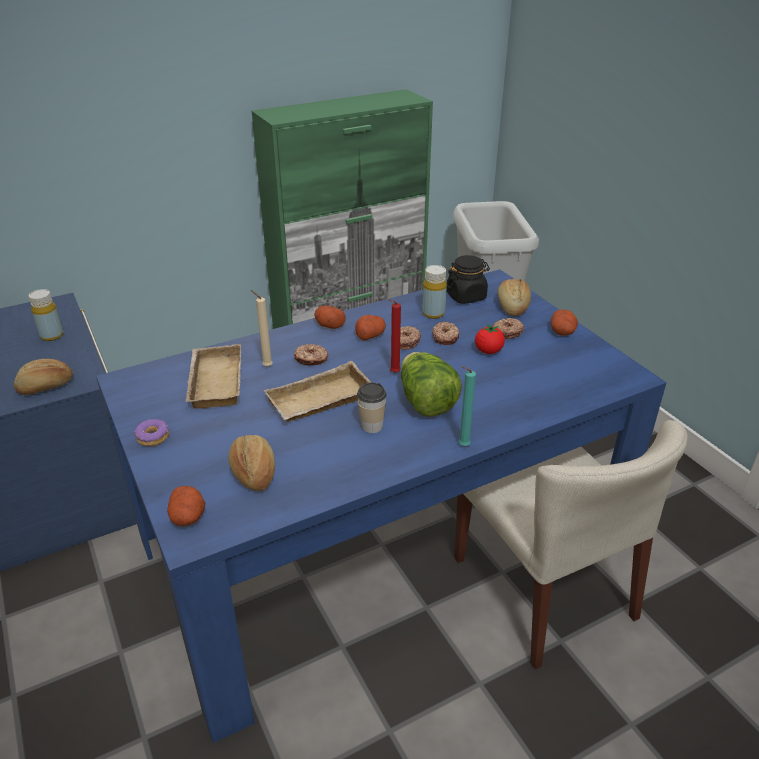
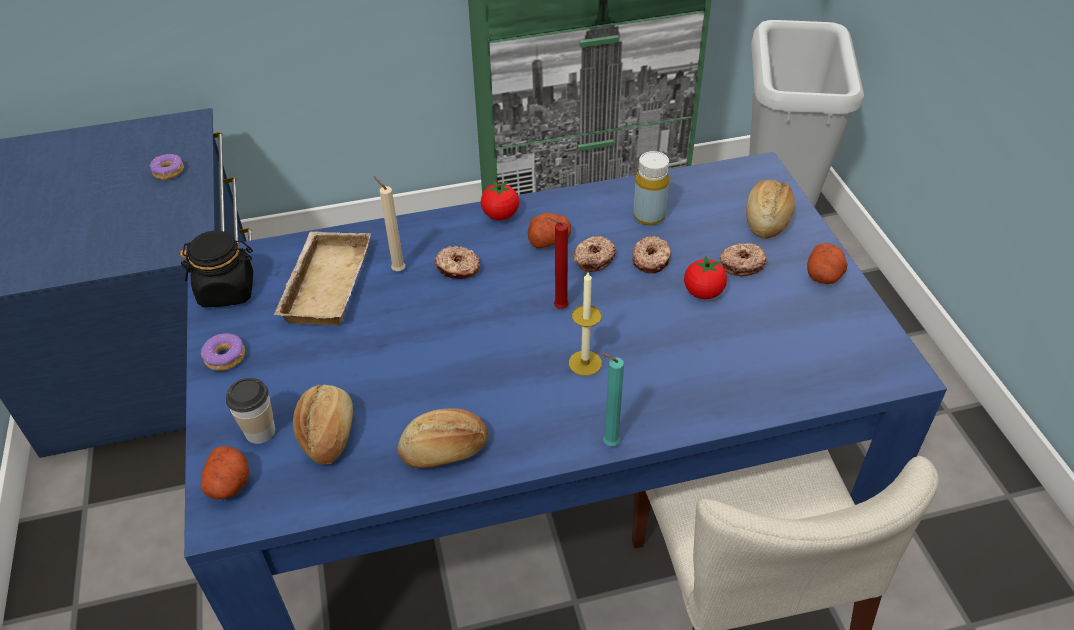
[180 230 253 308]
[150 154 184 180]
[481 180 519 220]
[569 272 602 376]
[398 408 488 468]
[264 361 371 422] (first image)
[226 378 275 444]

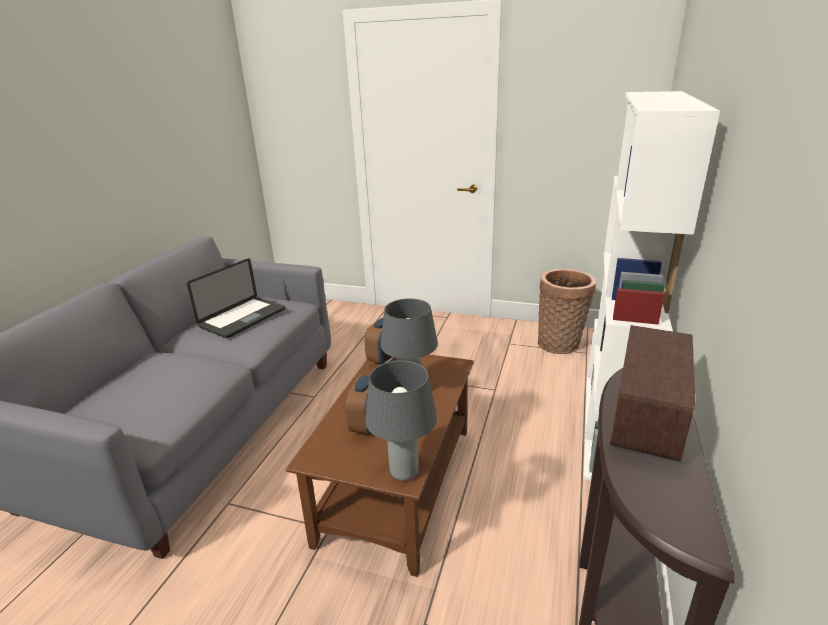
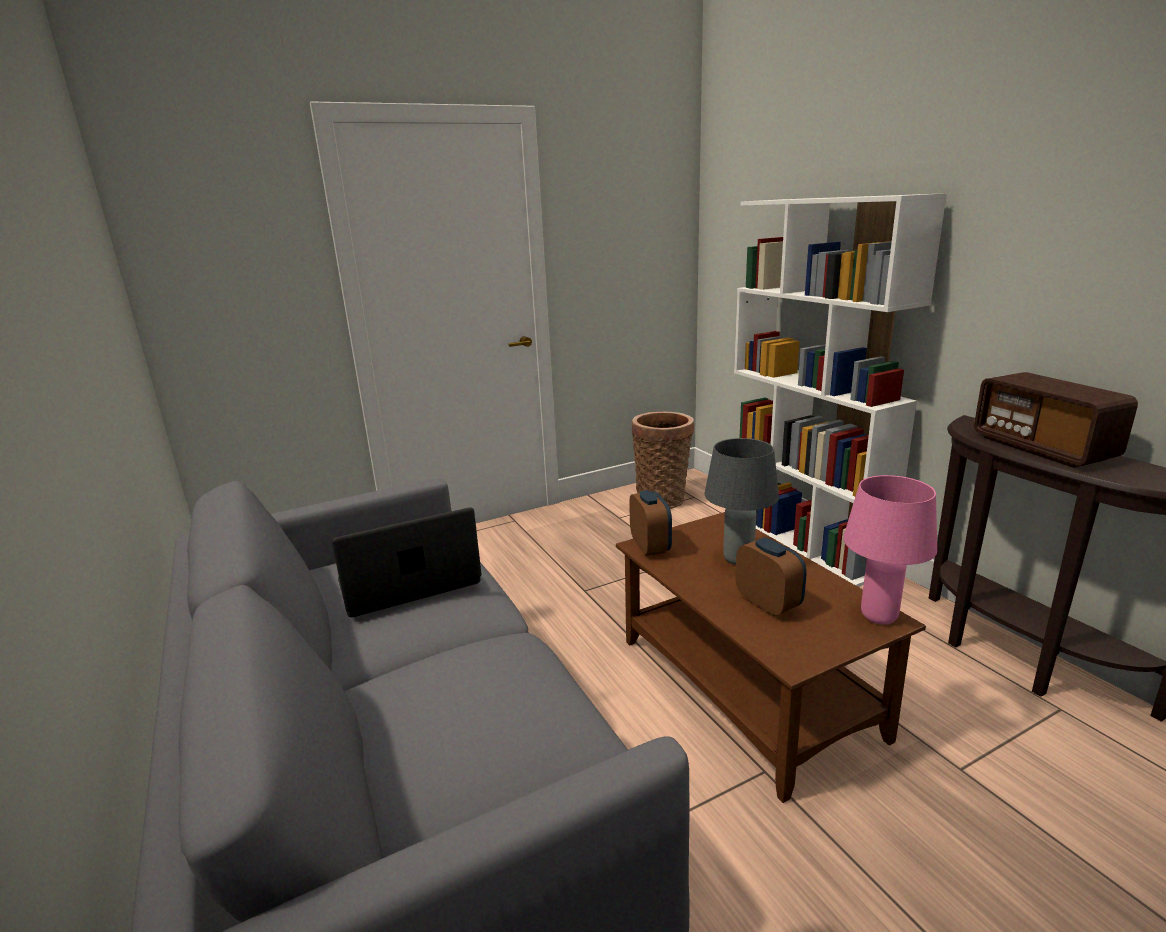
[332 507 481 617]
[843 475 937 625]

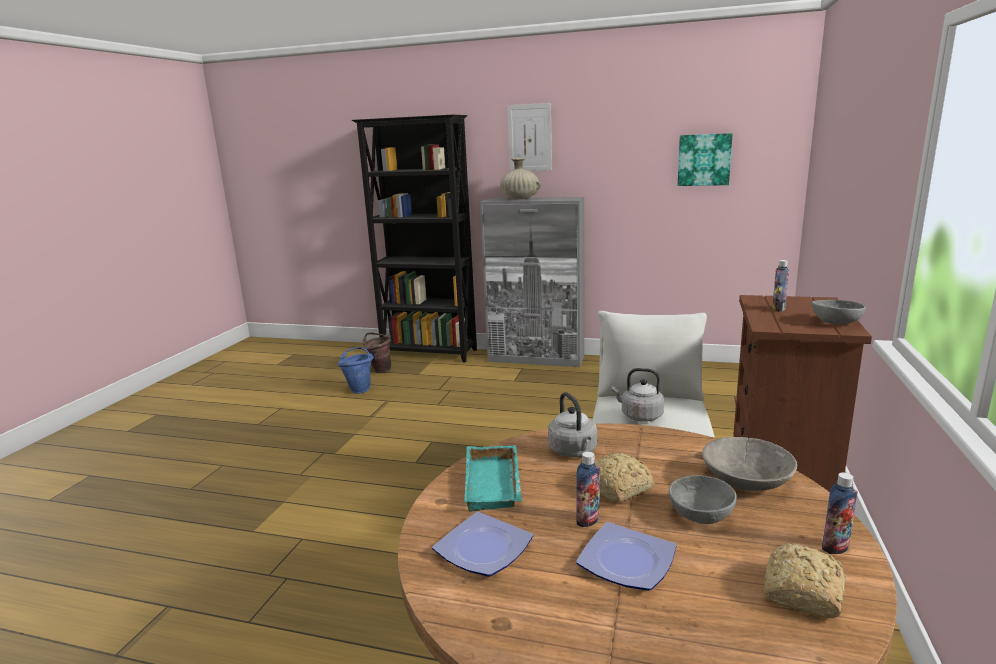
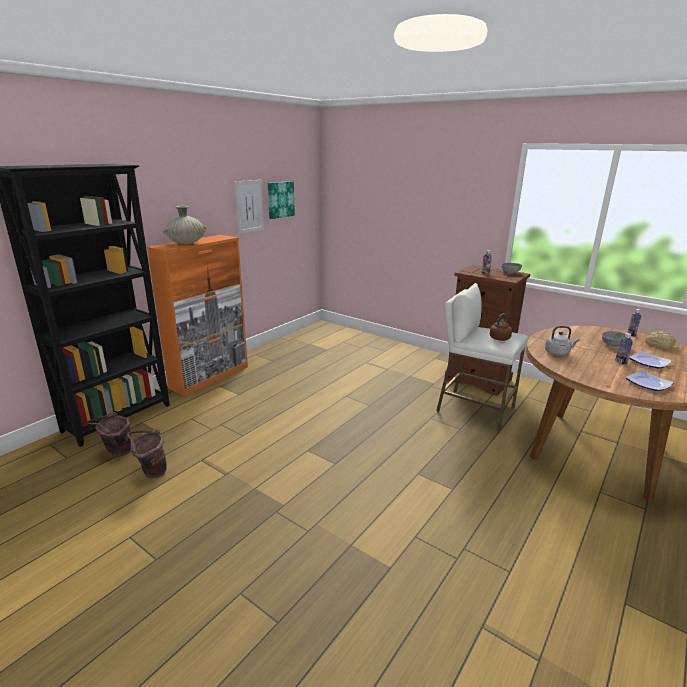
[235 180 264 234]
[147 235 248 396]
[127 429 167 478]
[490 313 512 341]
[702 437 797 491] (first image)
[464 445 522 512] (first image)
[595 452 654 503] (first image)

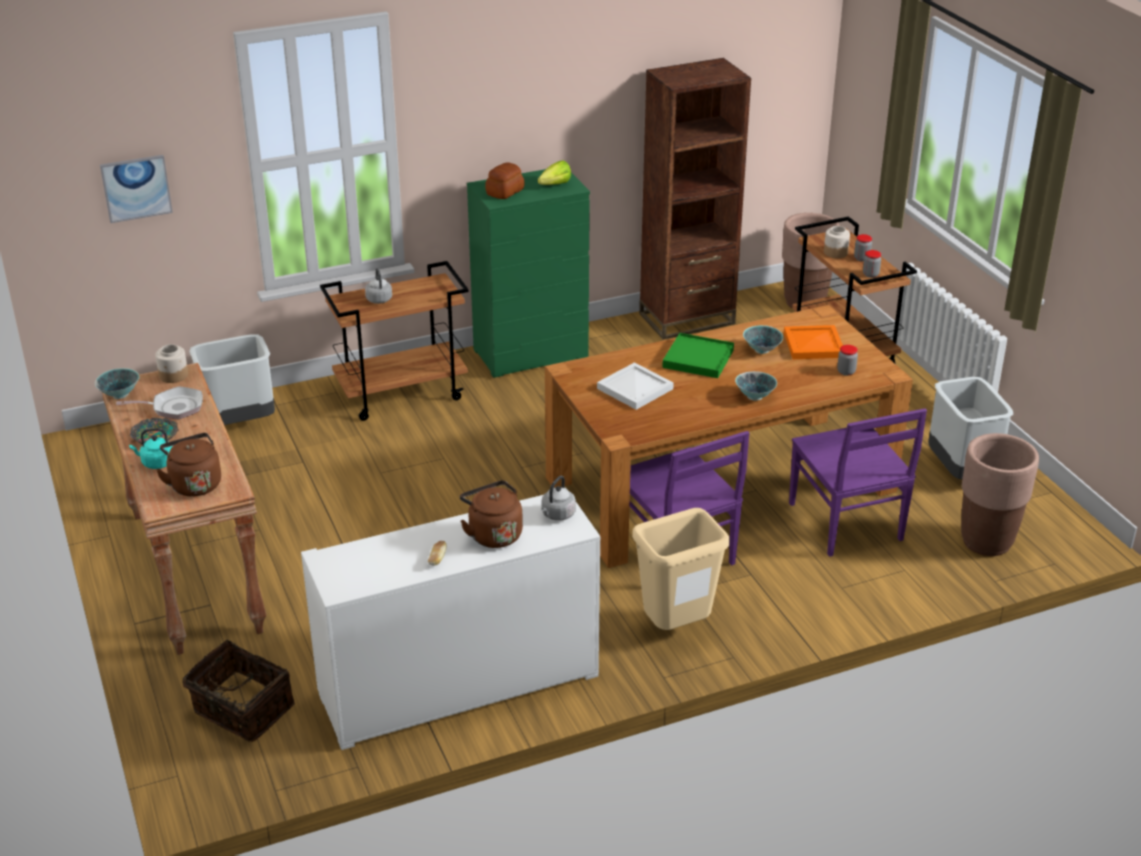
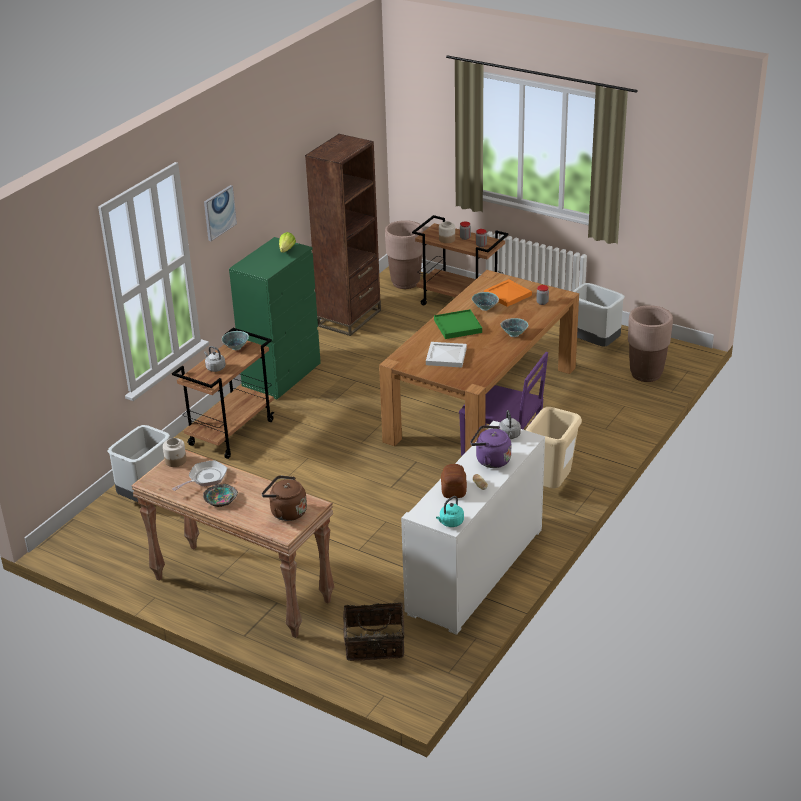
[204 185 237 241]
[441 464 467 498]
[222 331 249 350]
[789 408 927 557] (first image)
[436 496 464 527]
[470 425 511 468]

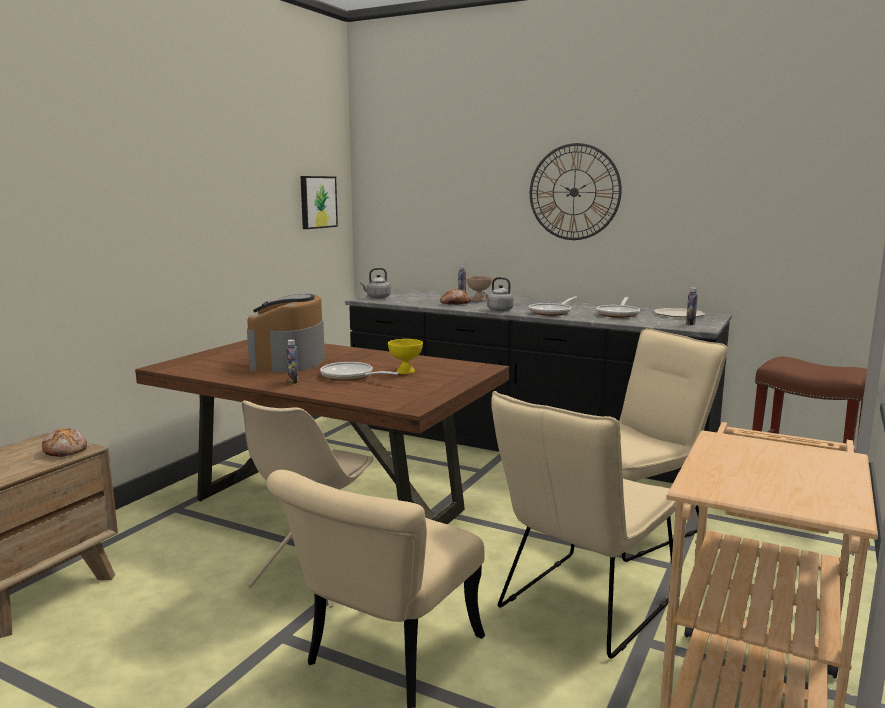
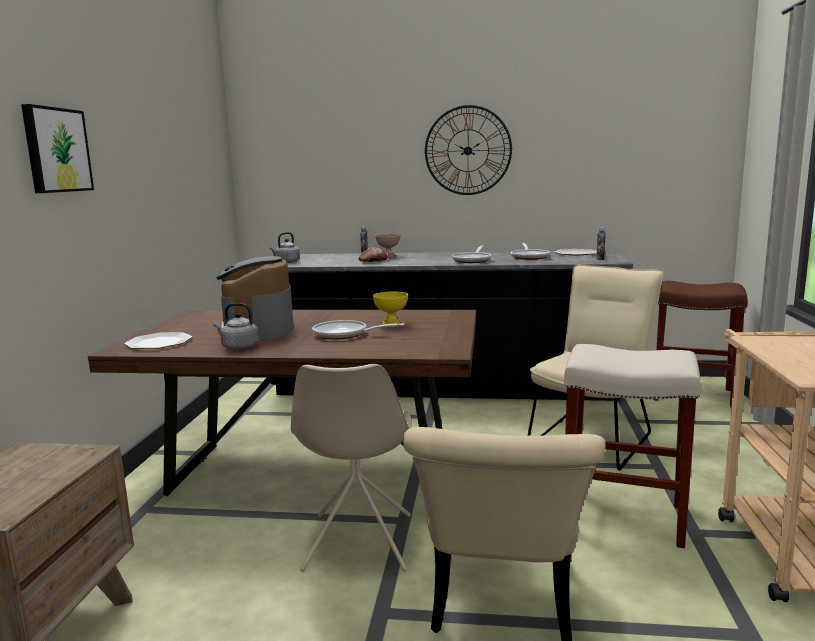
[21 104 94 193]
[213 303 259 350]
[286 339 298 384] (first image)
[564 344 700 548]
[42 428 87 457] (first image)
[124 332 192 349]

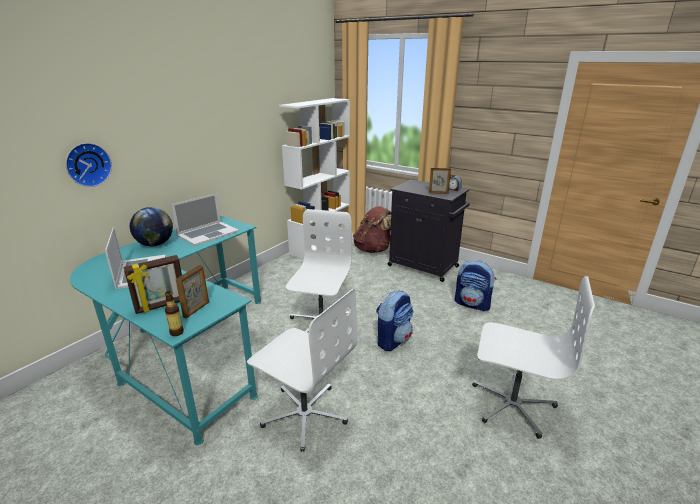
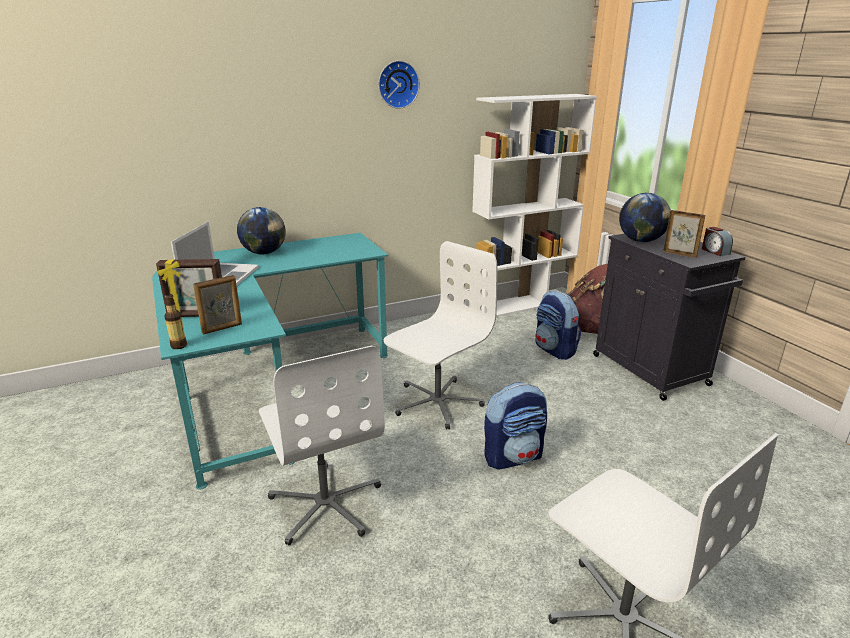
[378 60 420 109]
[171 193 239 246] (first image)
[535 291 581 360]
[619 193 671 242]

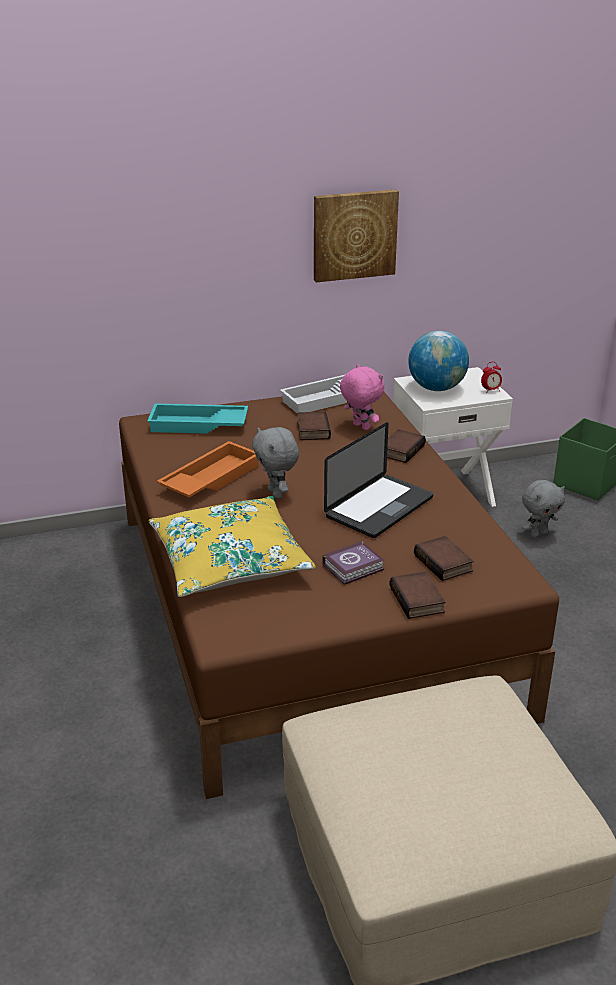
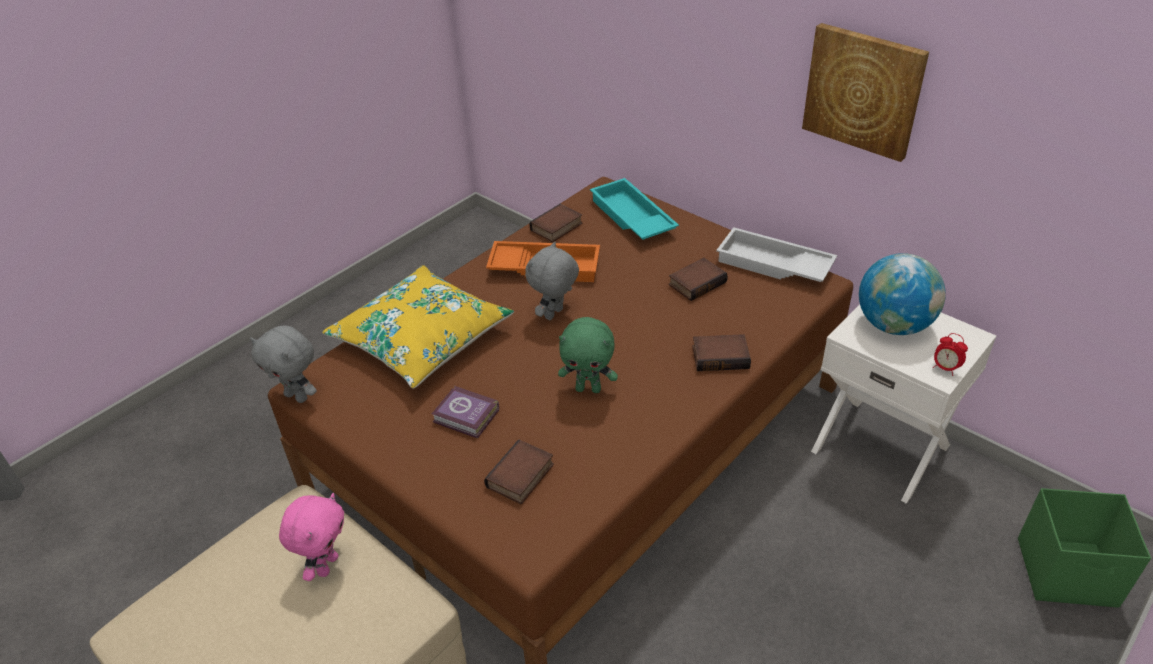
[279 493 344 581]
[558 317 618 393]
[250 326 317 403]
[530 204 582 242]

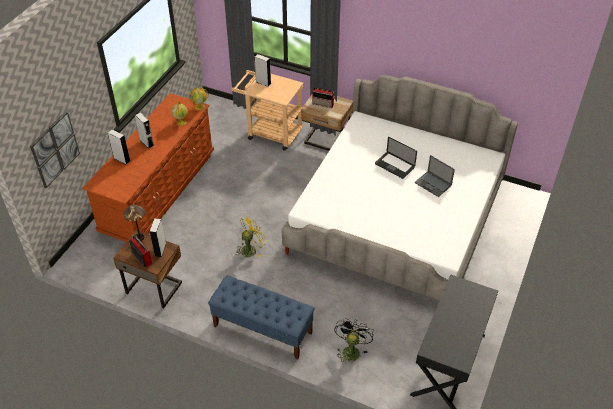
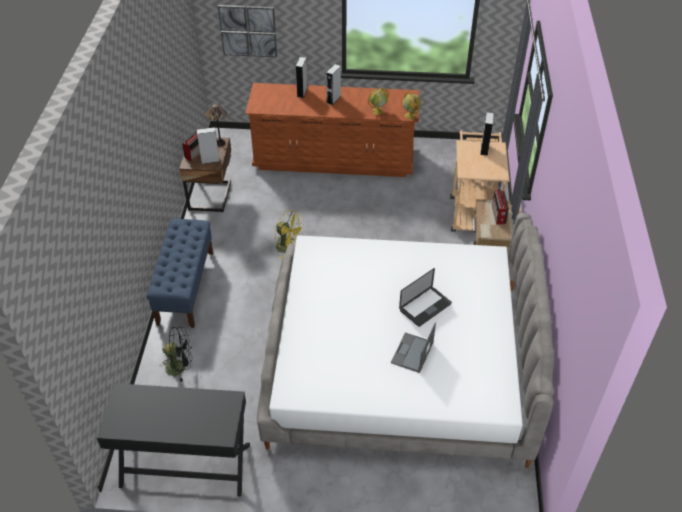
[399 268 452 327]

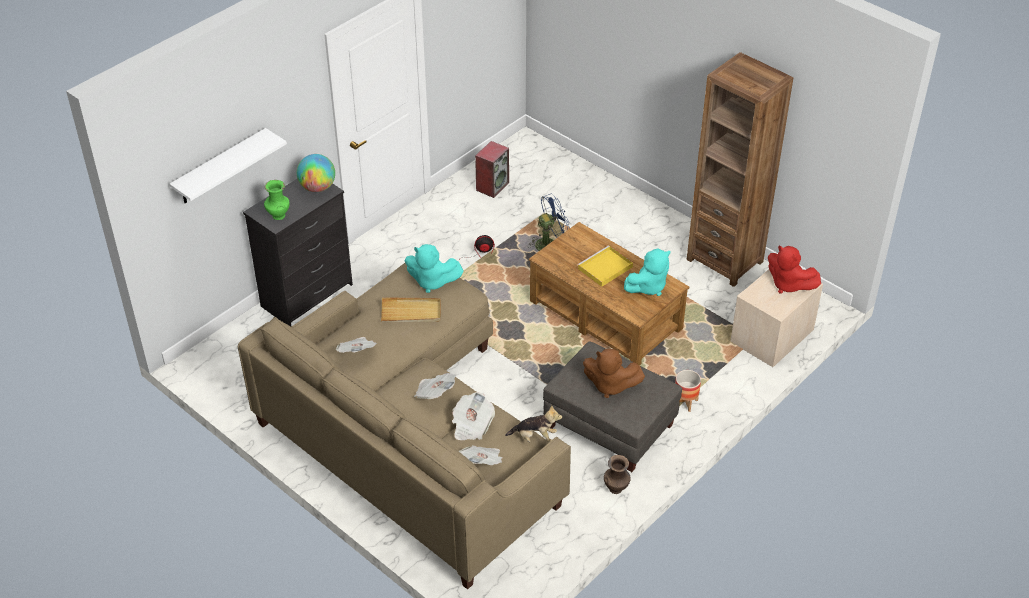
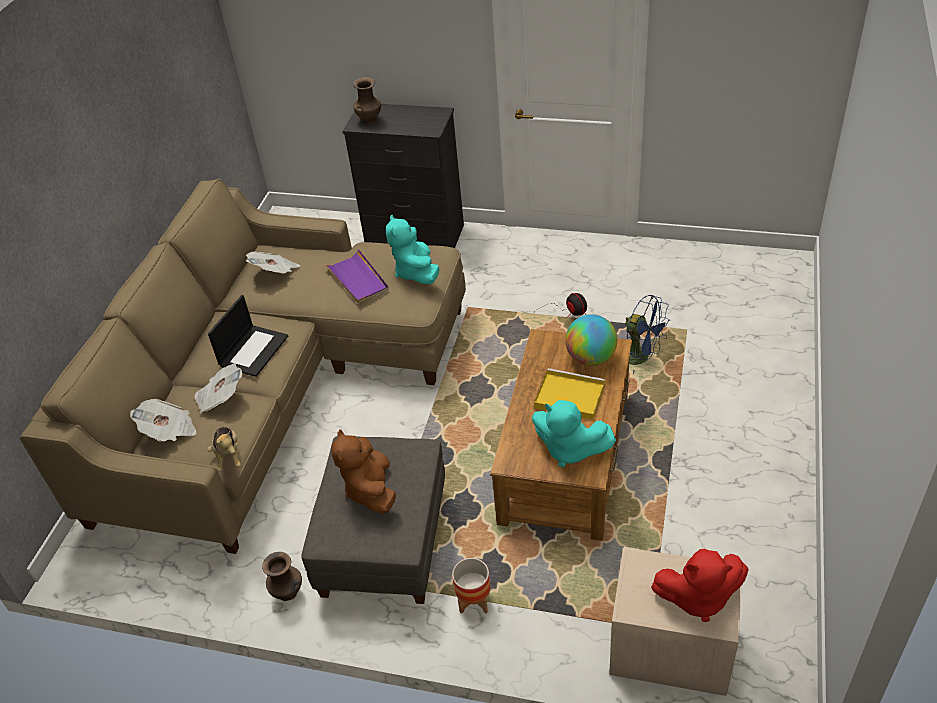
[687 52 793 287] (first image)
[170 128 287 203] (first image)
[475 141 509 198] (first image)
[565 314 617 366]
[353 77 381 125]
[651 549 749 622]
[324 249 389 303]
[208 295 288 377]

